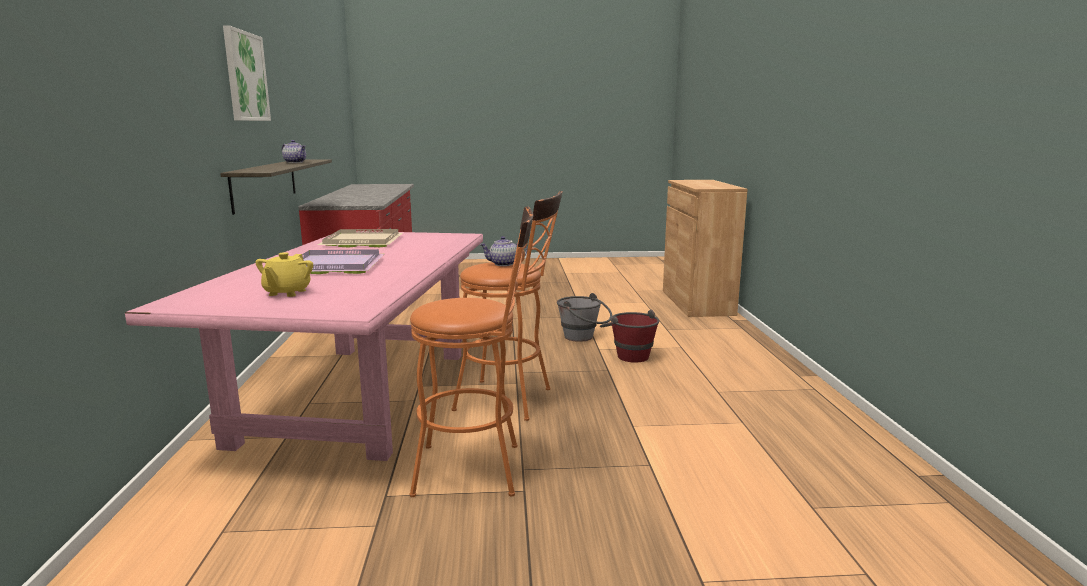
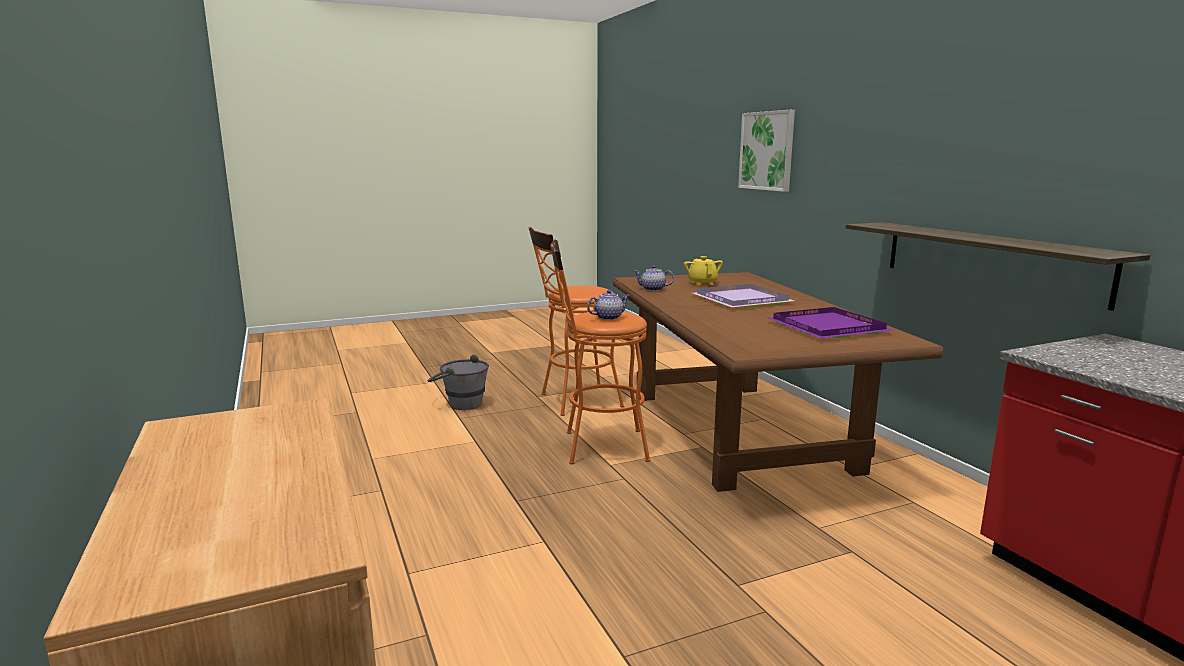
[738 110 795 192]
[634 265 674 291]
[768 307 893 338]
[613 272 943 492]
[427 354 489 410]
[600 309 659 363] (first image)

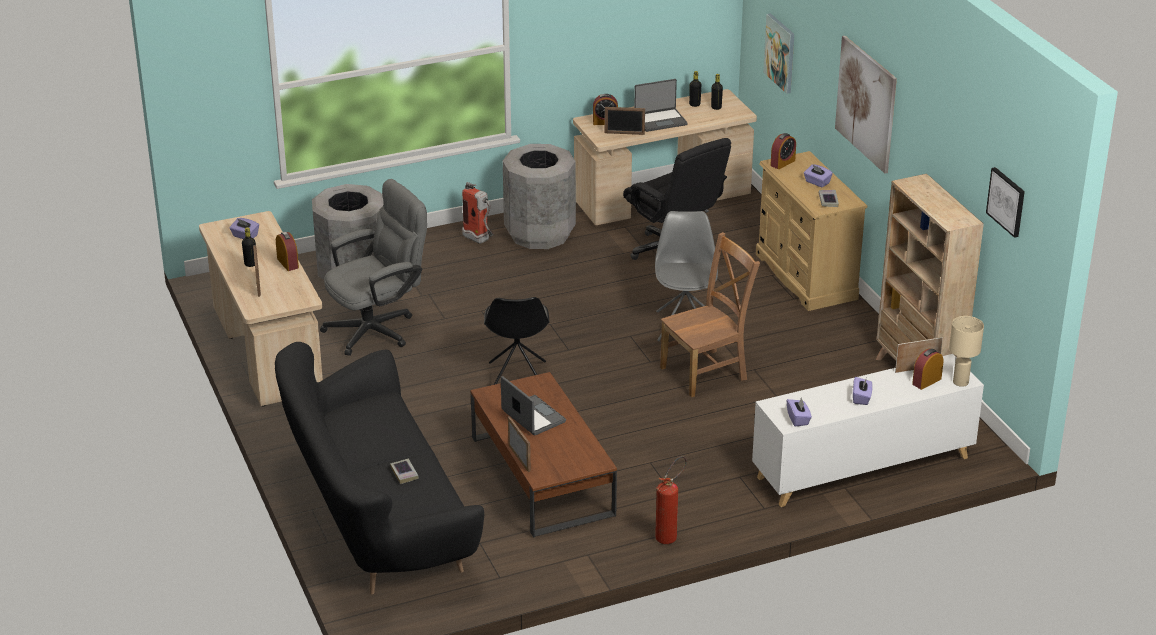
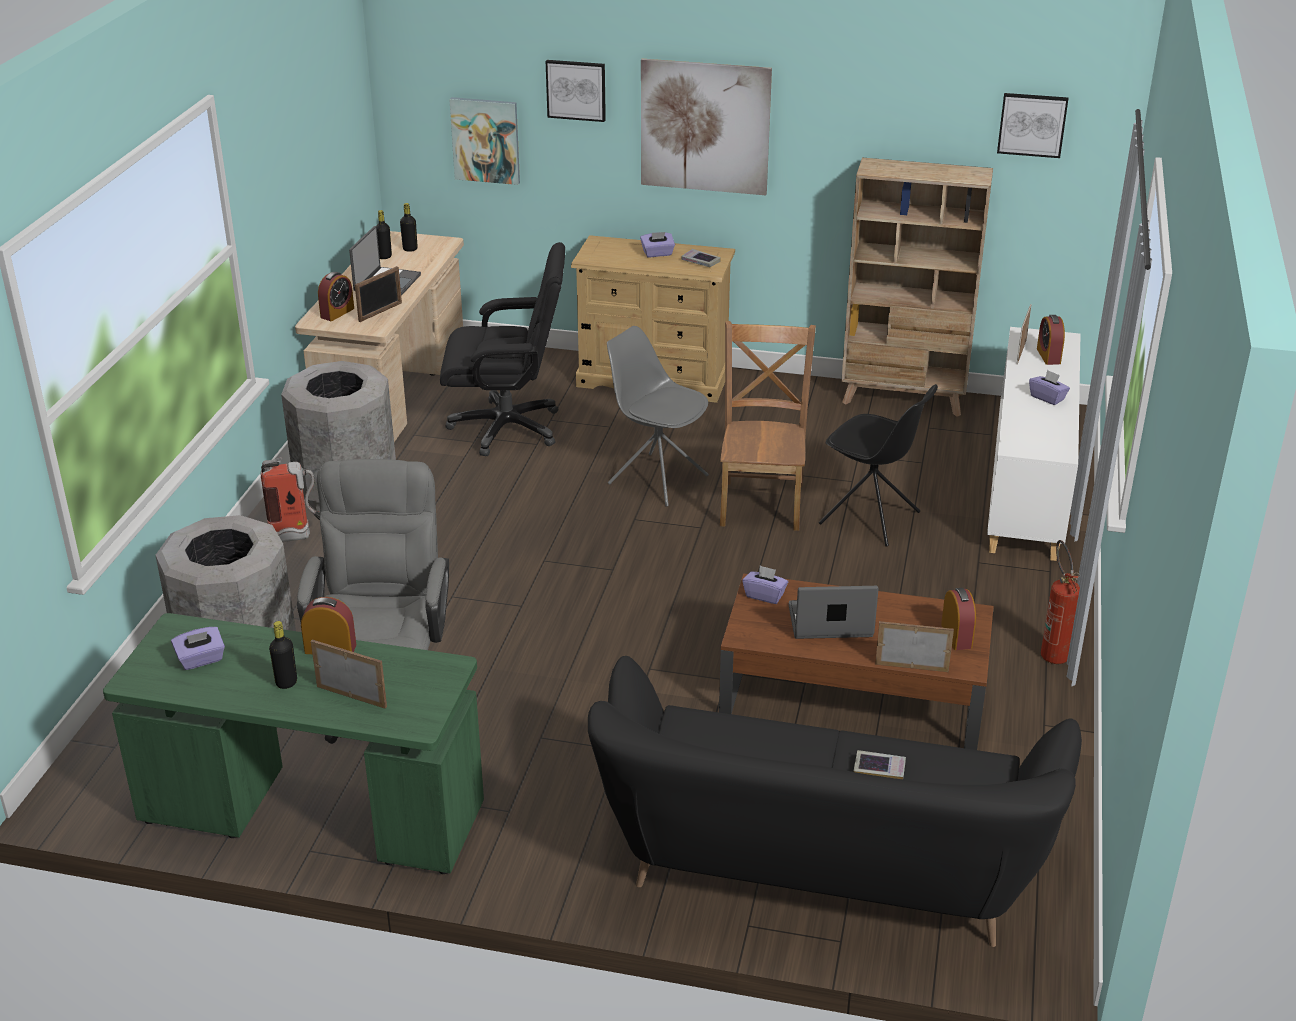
[941 588 976 650]
[103 613 484 874]
[819 384 938 547]
[949 316 984 387] (first image)
[742 565 788 604]
[546 60 606 122]

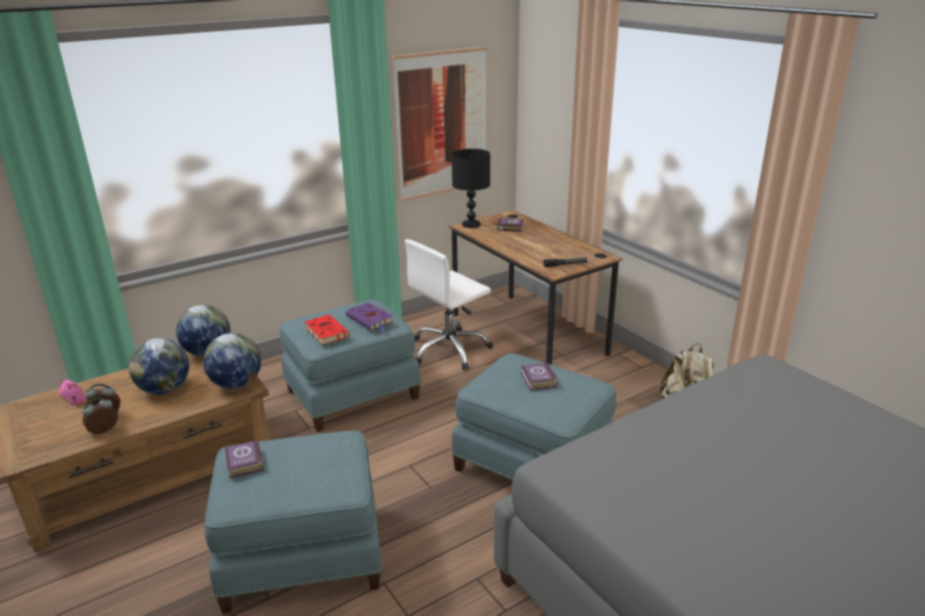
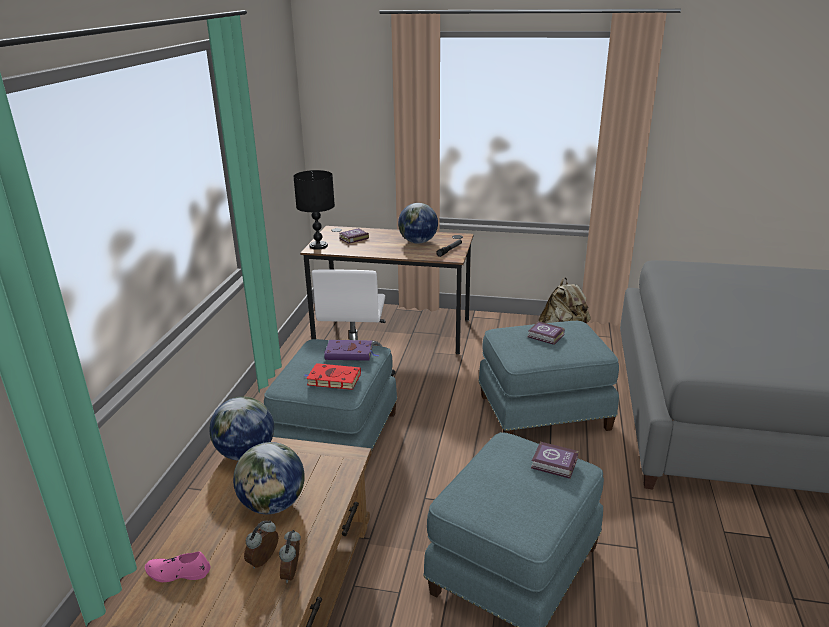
[393 47 487 201] (first image)
[398 203 438 244]
[531 442 578 479]

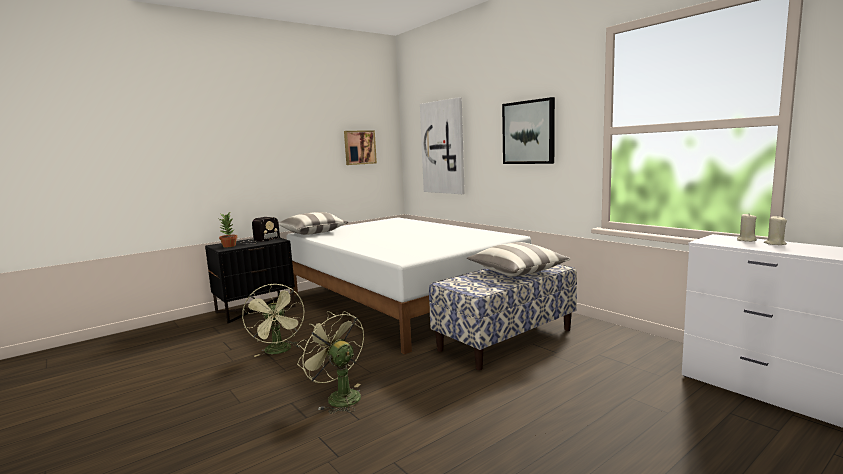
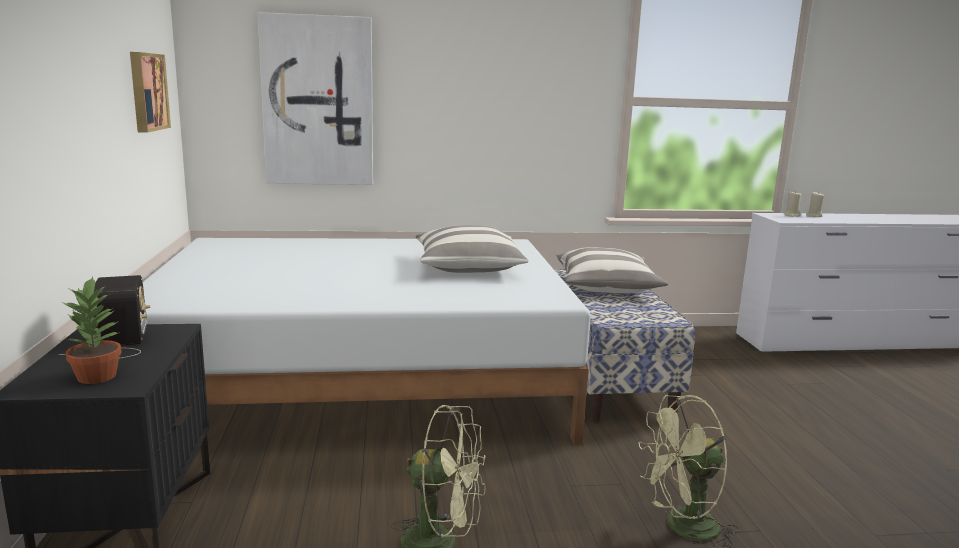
[502 97 555 164] (first image)
[416 225 529 273]

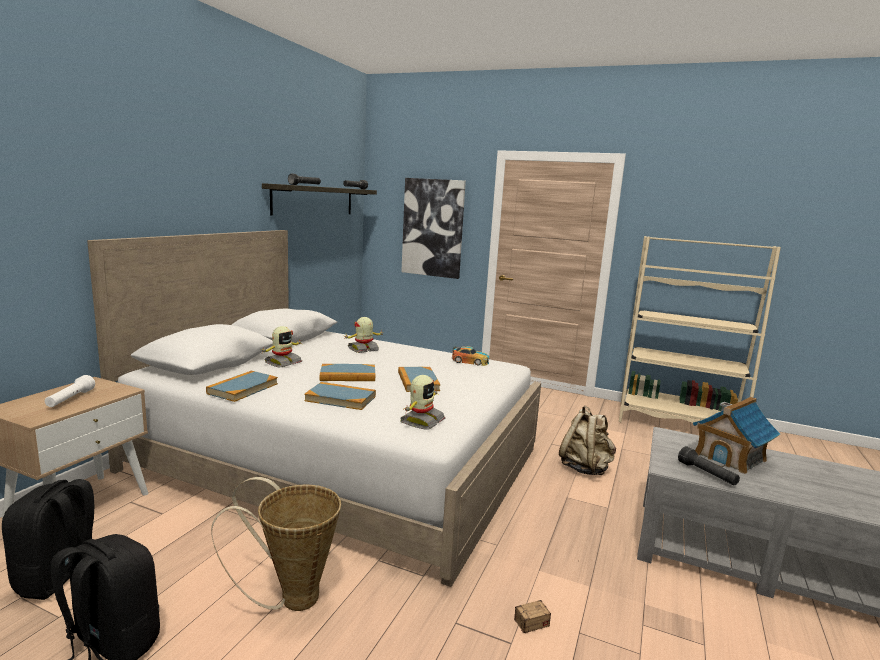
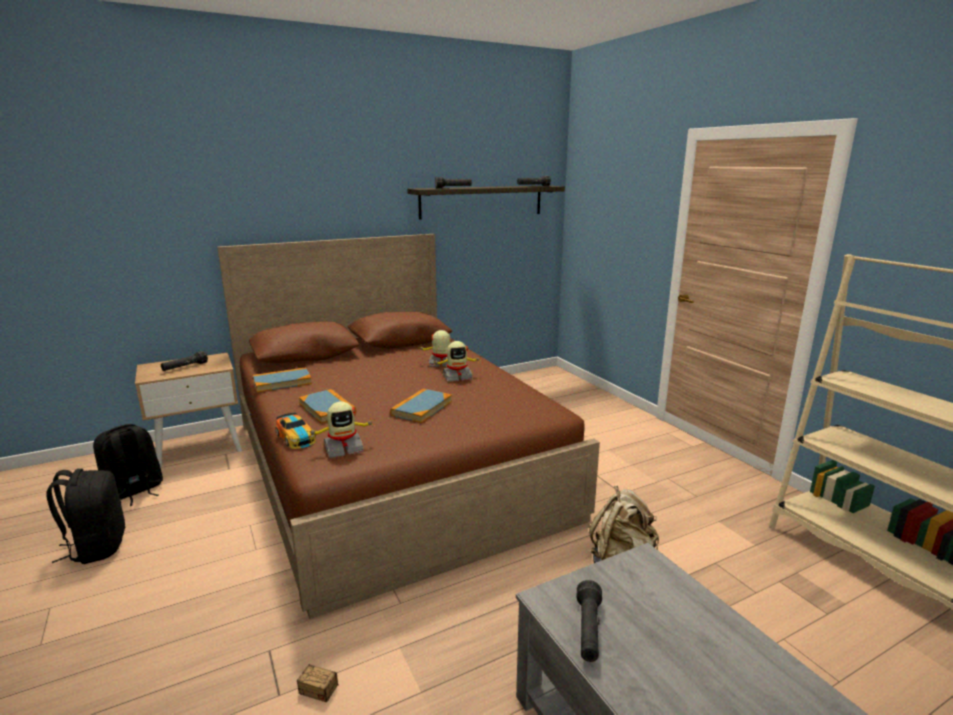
[401 178 466 279] (first image)
[217 234 600 619]
[432 341 481 382]
[275 413 316 449]
[320 364 375 381] (first image)
[161 351 208 371]
[693 397 780 474] (first image)
[211 477 341 611] (first image)

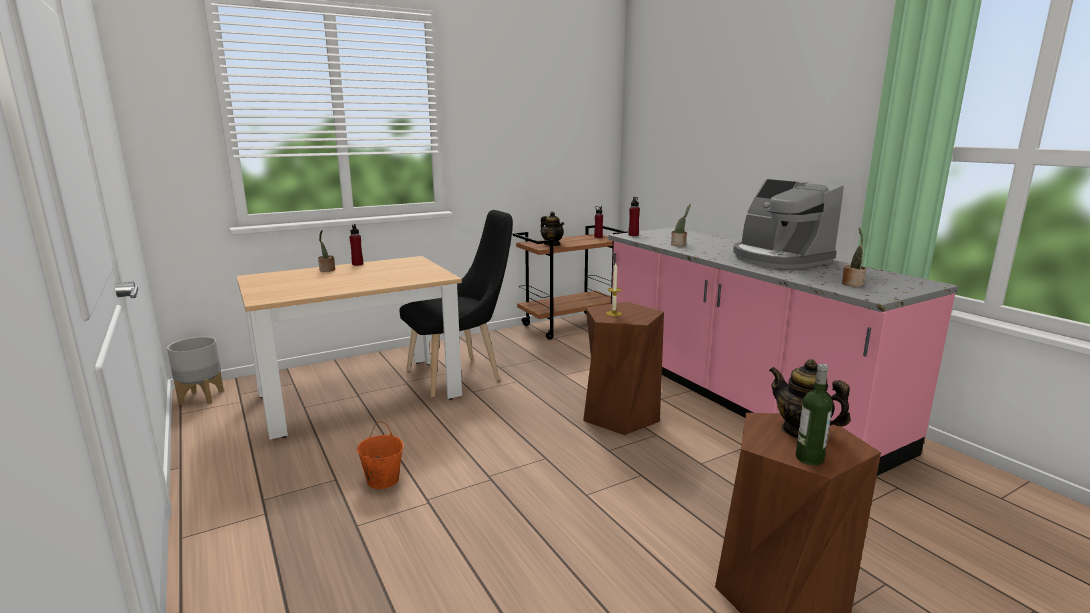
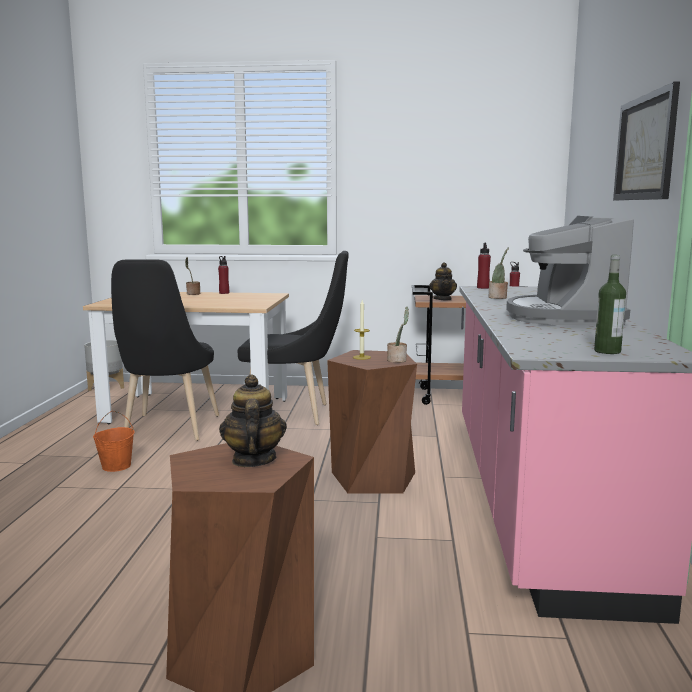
[387 307 409 363]
[594 255 626 354]
[613 82 680 200]
[111 259 219 441]

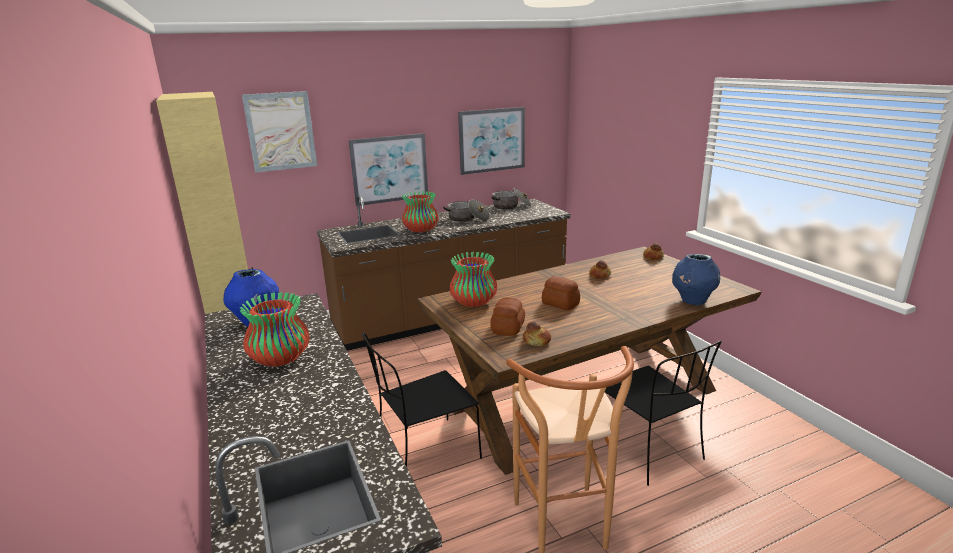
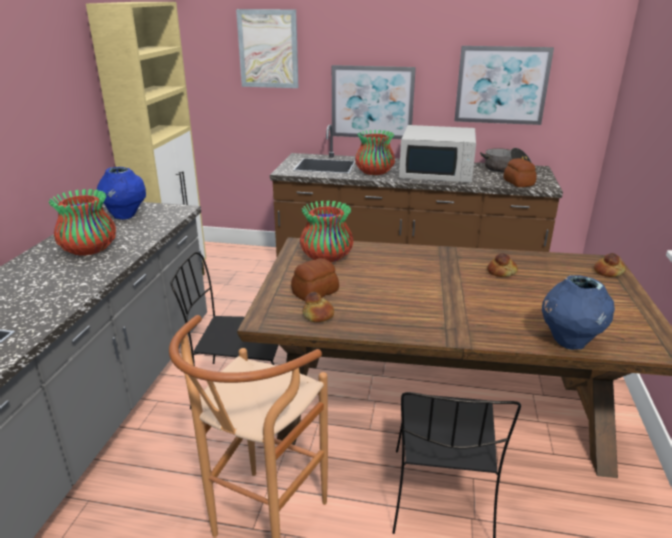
[399 125 476 183]
[503 158 537 187]

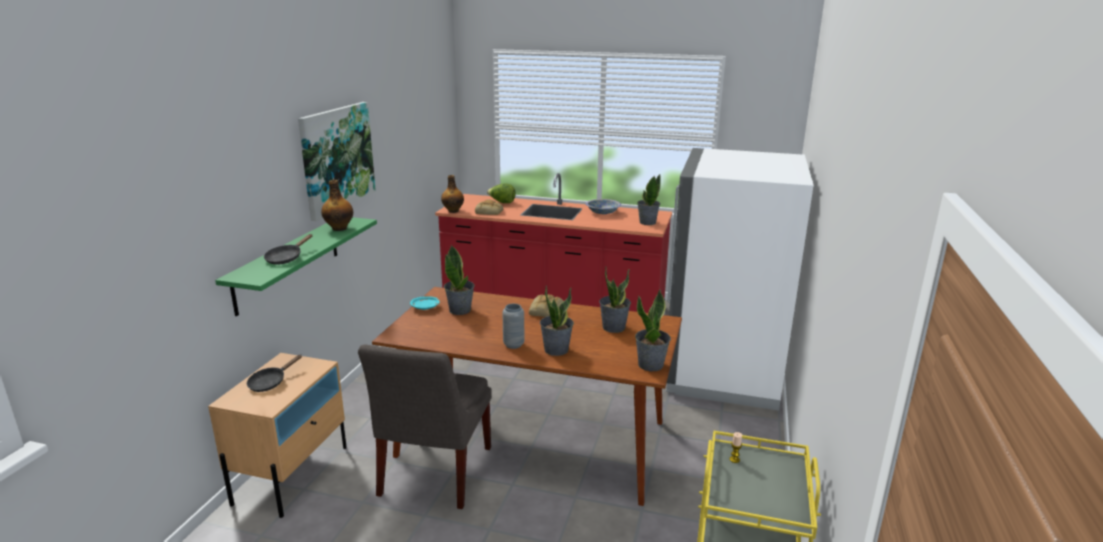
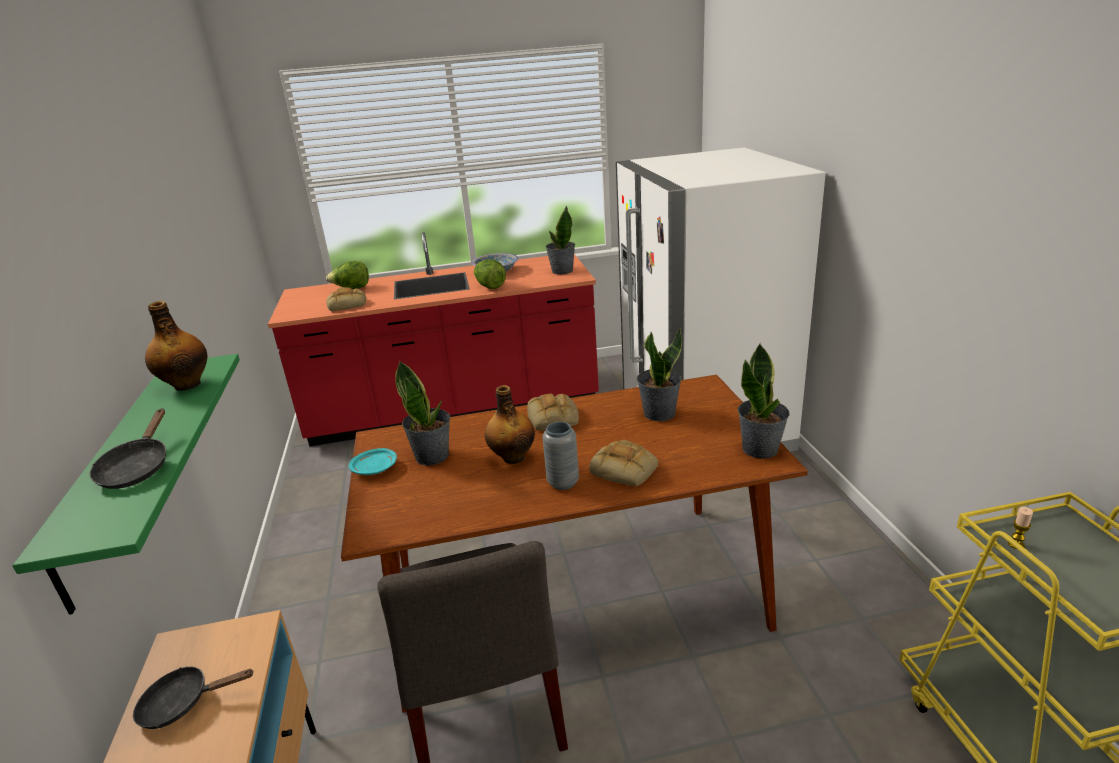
[298 102 376 221] (first image)
[485 385 535 464]
[589 440 658 487]
[133 667 254 729]
[474 259 506 289]

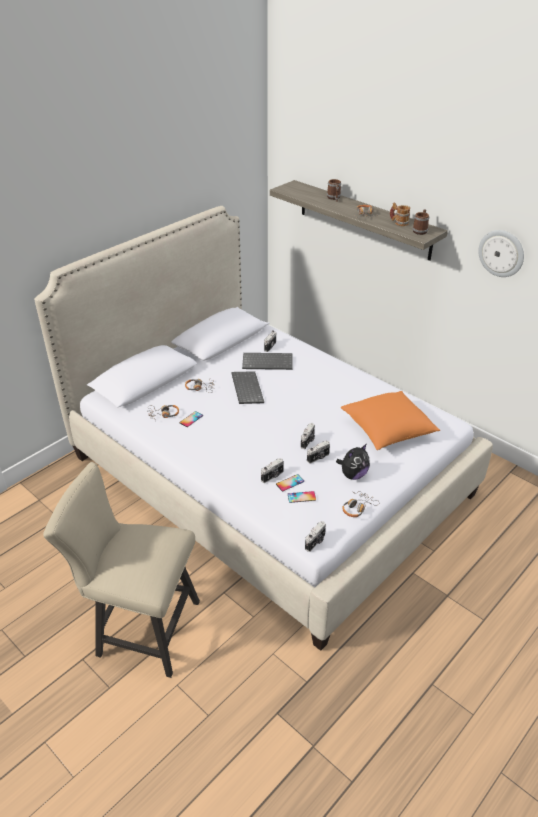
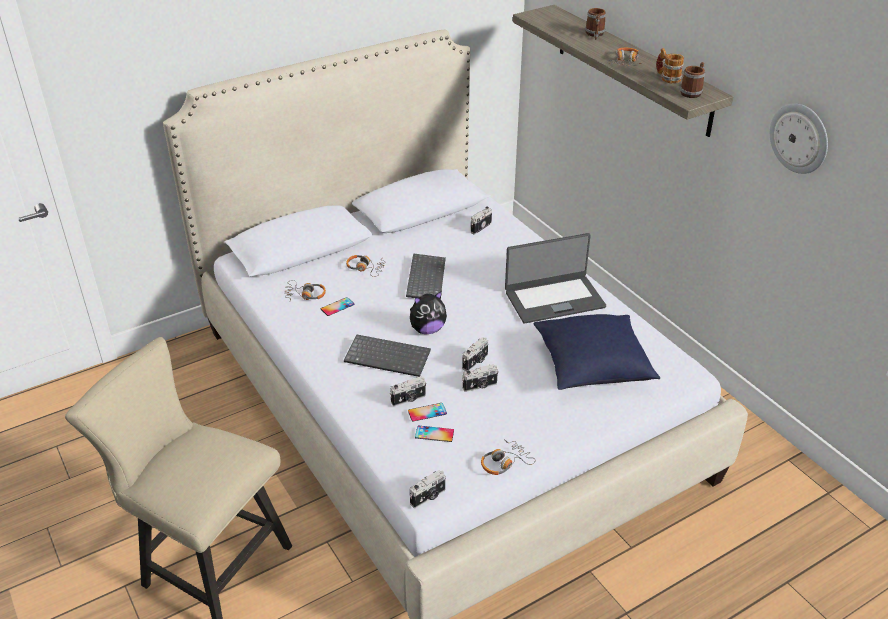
[344 334 431 377]
[533 314 660 390]
[410 291 447 334]
[505 233 606 324]

